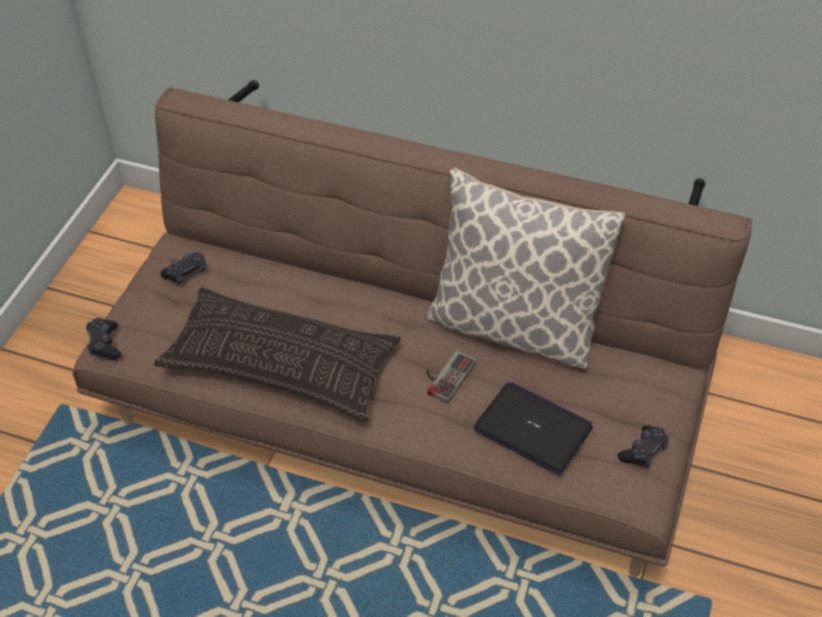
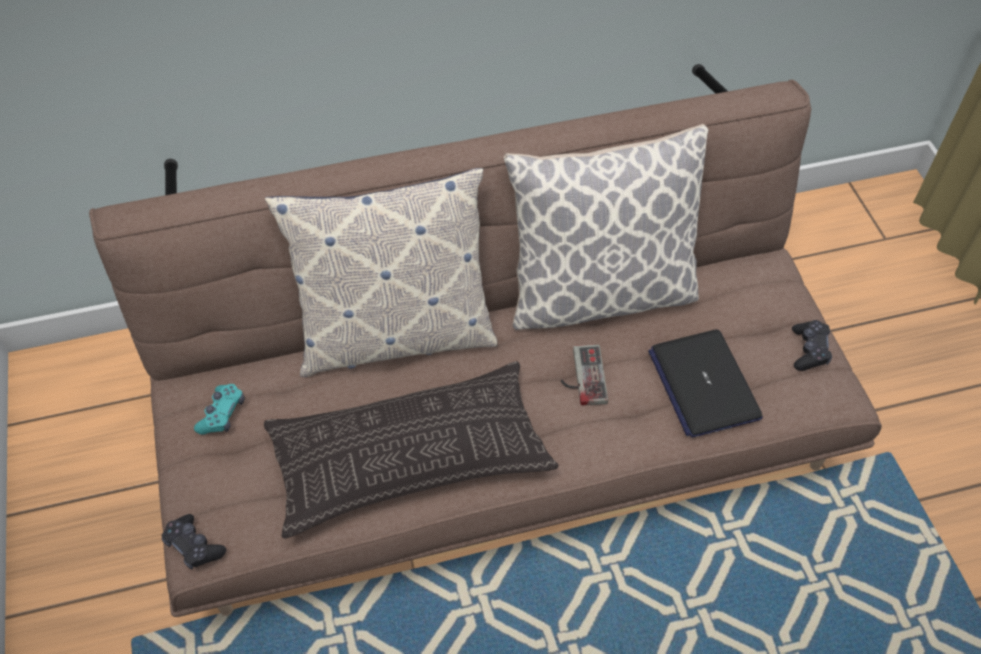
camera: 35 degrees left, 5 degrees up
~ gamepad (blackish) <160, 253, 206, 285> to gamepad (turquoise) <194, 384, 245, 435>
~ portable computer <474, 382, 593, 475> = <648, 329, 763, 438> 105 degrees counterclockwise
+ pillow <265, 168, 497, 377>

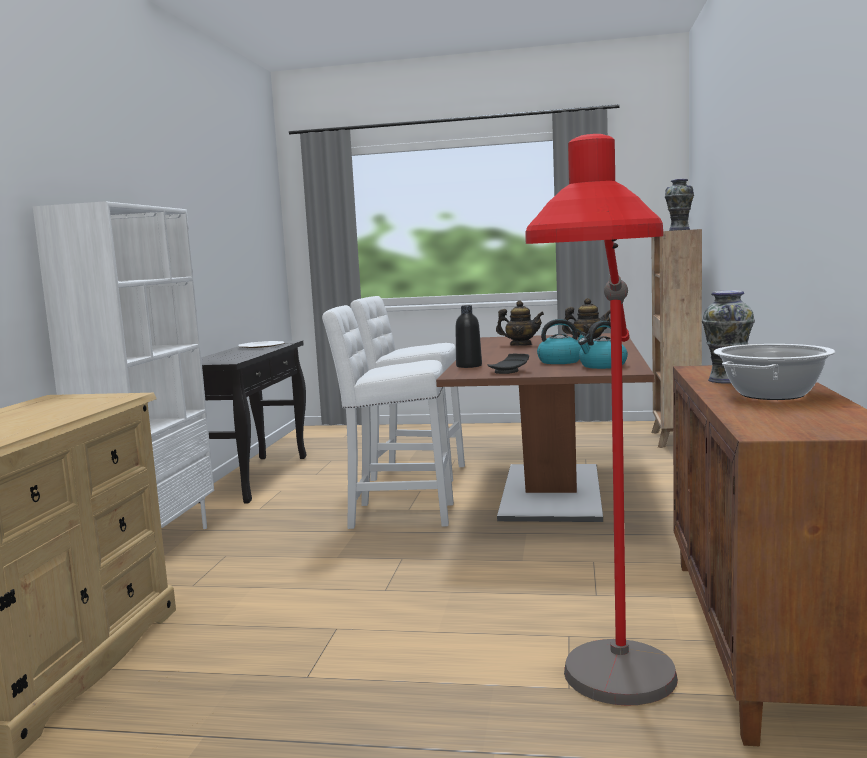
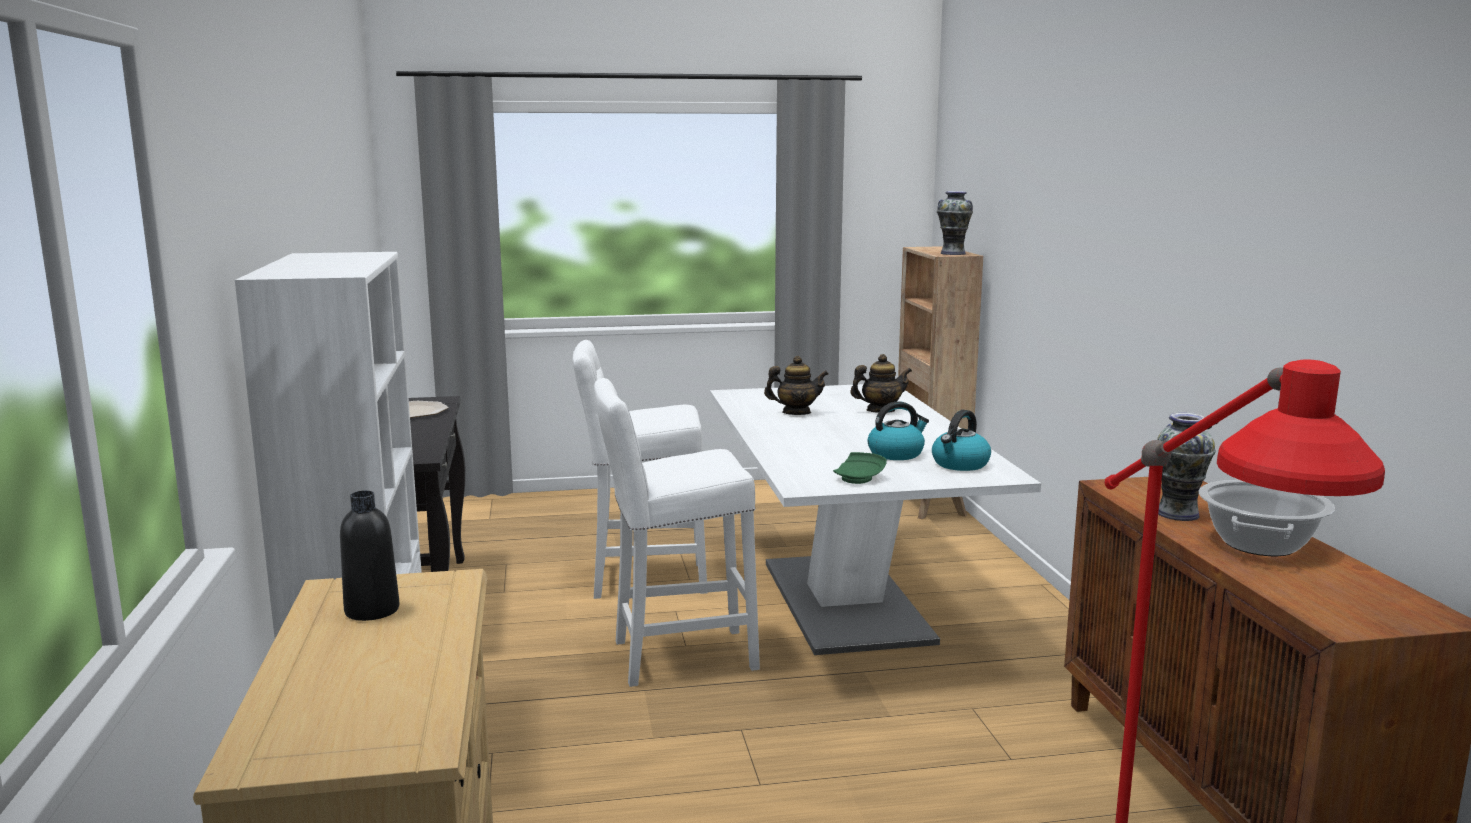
camera: 20 degrees left, 5 degrees up
~ bottle (blackish) <456, 305, 482, 368> to <340, 491, 400, 621>
~ dining table (brownish) <436, 333, 654, 522> to dining table (white-coloured) <710, 384, 1041, 655>
~ dinner plate (blackish) <487, 354, 529, 374> to dinner plate (greenish) <833, 452, 887, 484>

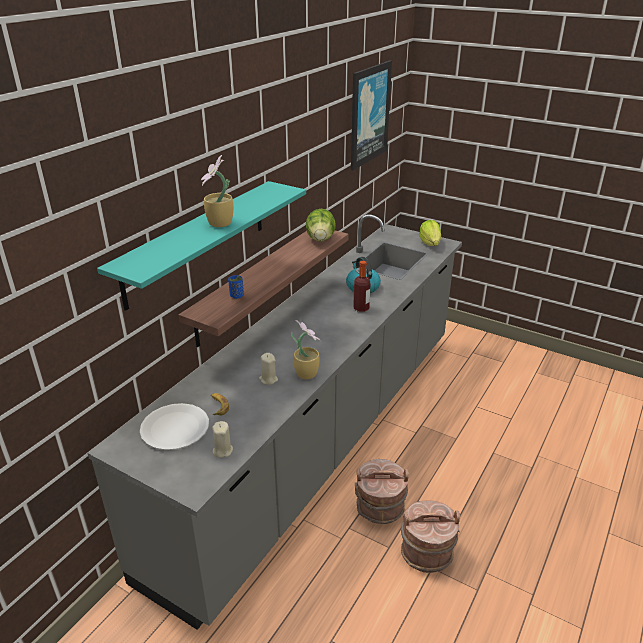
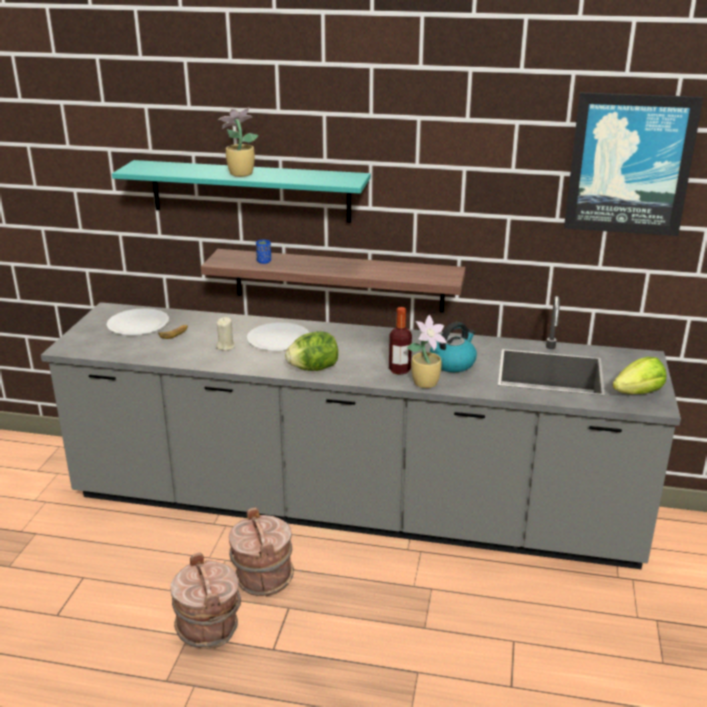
camera: 70 degrees right, 5 degrees down
~ head of lettuce <306, 209, 336, 241> to <285, 331, 338, 371>
~ potted plant <291, 320, 321, 379> to <407, 315, 447, 388>
- wax candle (sand-coloured) <212, 421, 233, 458>
+ dinner plate (white-coloured) <247, 322, 309, 351>

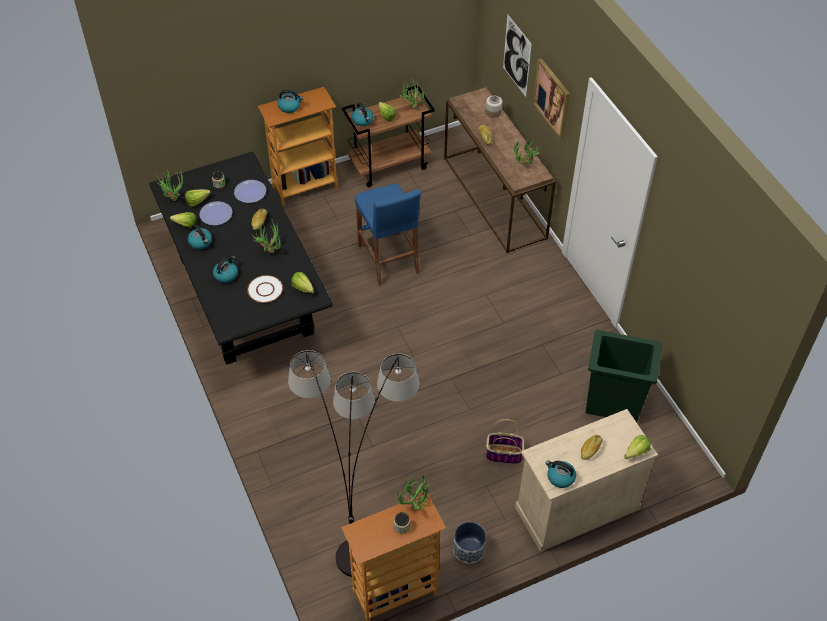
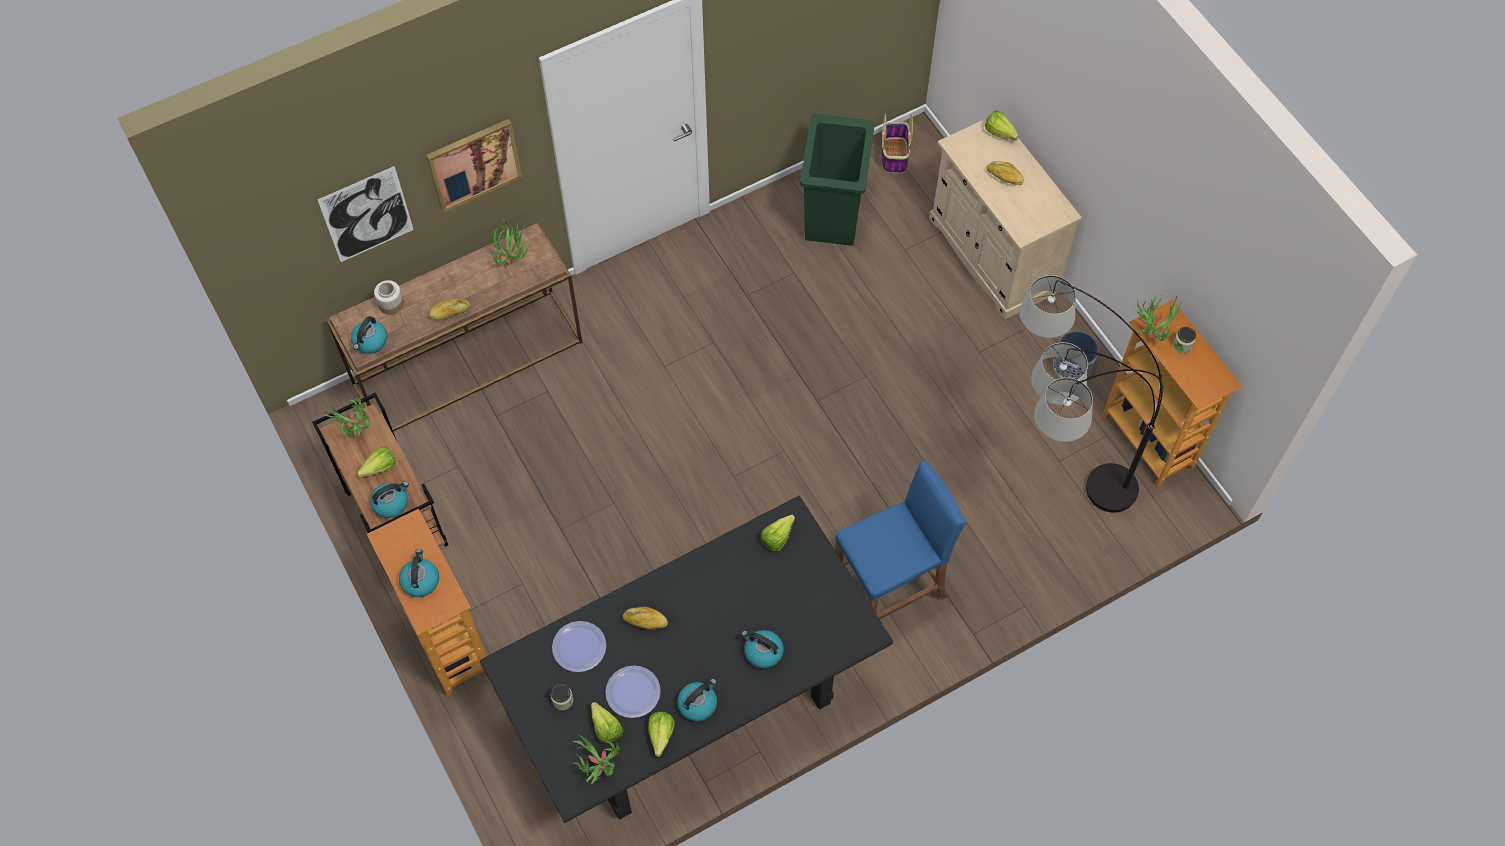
camera: 95 degrees left, 10 degrees up
~ stool (bluish) <355, 184, 421, 286> to <835, 460, 966, 619>
- potted plant <251, 220, 281, 253>
- dinner plate (white-coloured) <247, 275, 283, 303>
~ storage basket <486, 419, 524, 464> to <882, 113, 913, 173>
~ water kettle <546, 460, 576, 488> to <351, 316, 387, 354>

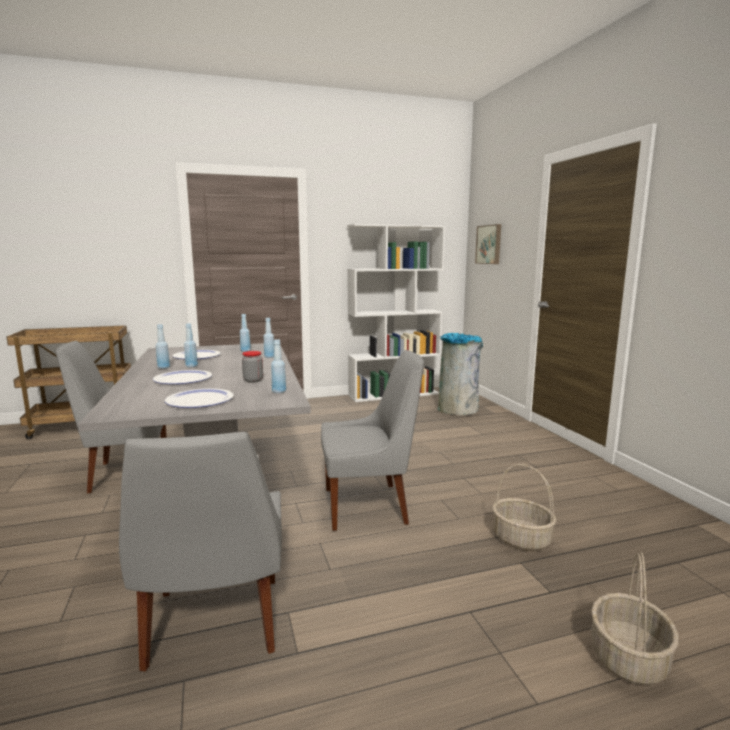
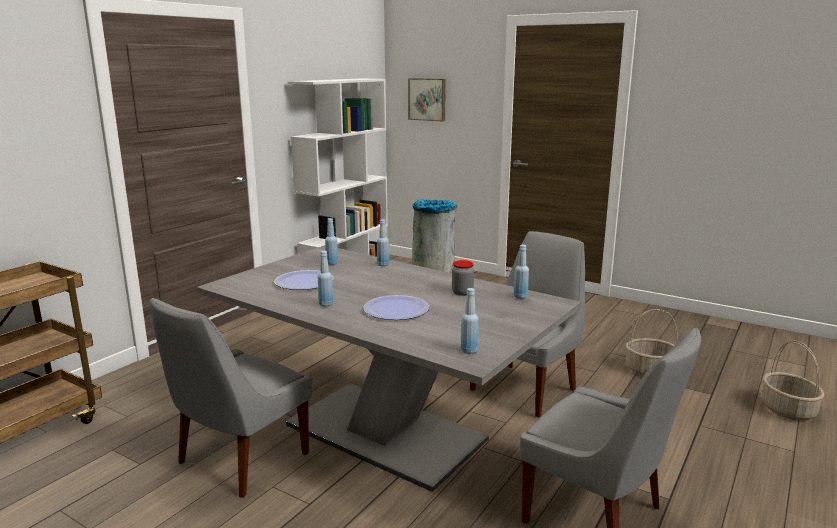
camera: 40 degrees left, 5 degrees up
~ bottle (bluish) <184, 323, 198, 367> to <461, 288, 479, 354>
- dinner plate <165, 388, 234, 408>

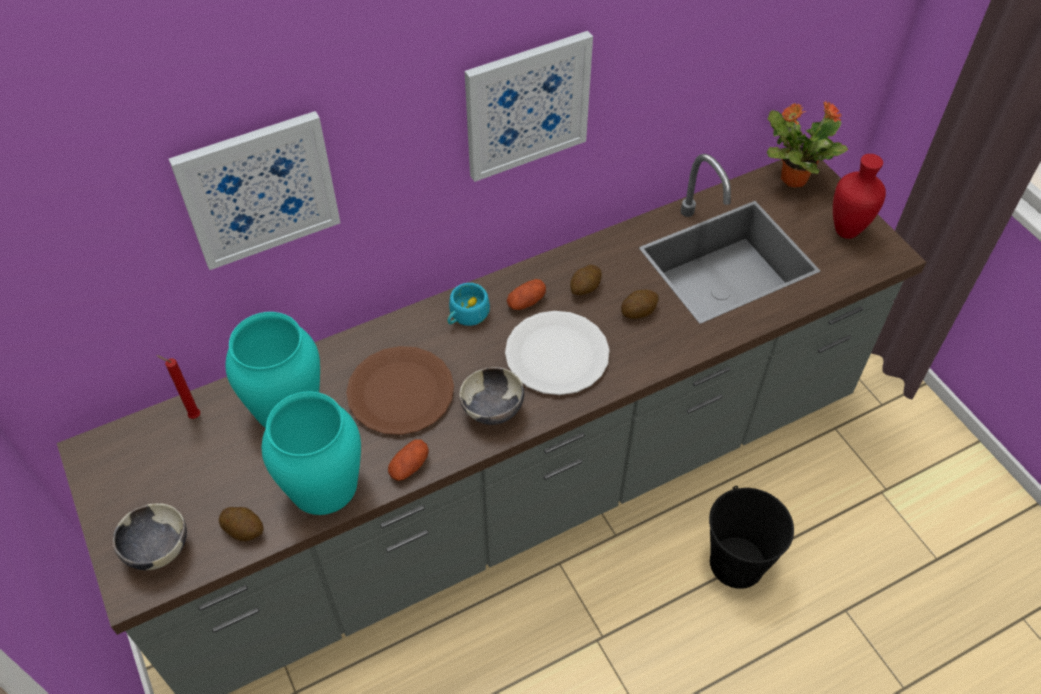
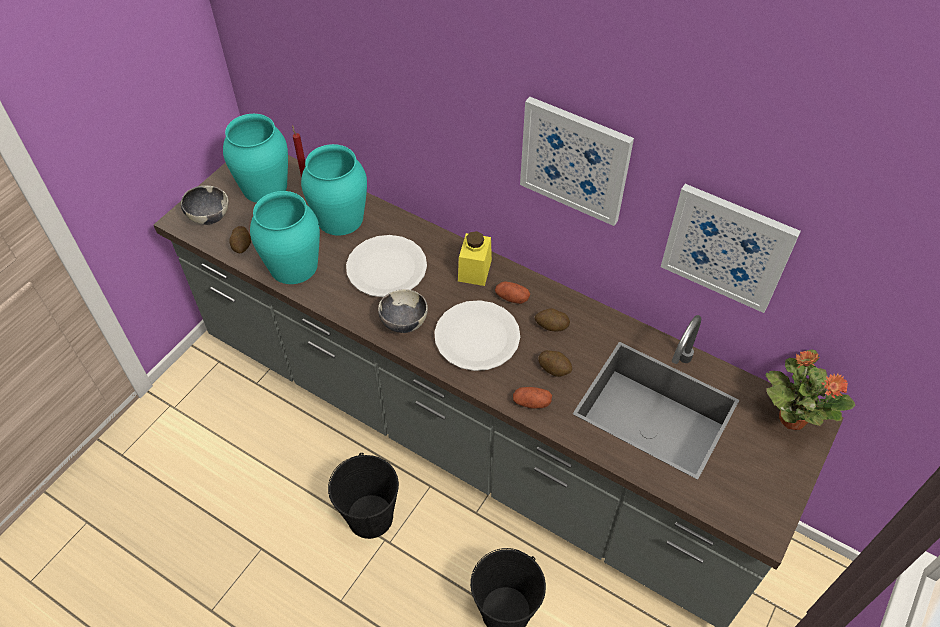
camera: 60 degrees right, 0 degrees up
~ wall art <169, 111, 340, 270> to <661, 184, 801, 313>
- flower vase (red) <833, 154, 886, 239>
~ cup (turquoise) <447, 283, 490, 326> to preserve jar (yellow-coloured) <458, 231, 492, 286>
~ dinner plate (brownish) <346, 346, 454, 435> to dinner plate (white-coloured) <346, 235, 427, 297>
~ spud <388, 439, 429, 481> to <513, 387, 552, 409>
+ flower vase (turquoise) <223, 114, 288, 203>
+ bucket (blackish) <328, 453, 399, 539>

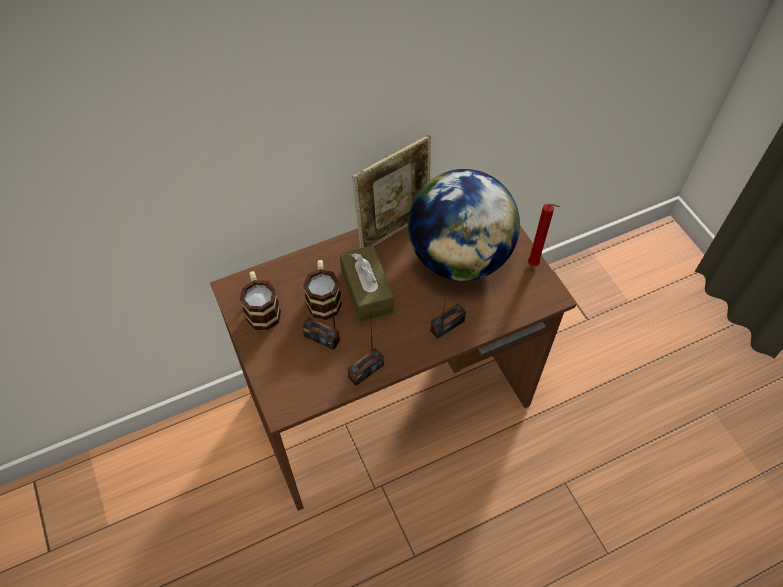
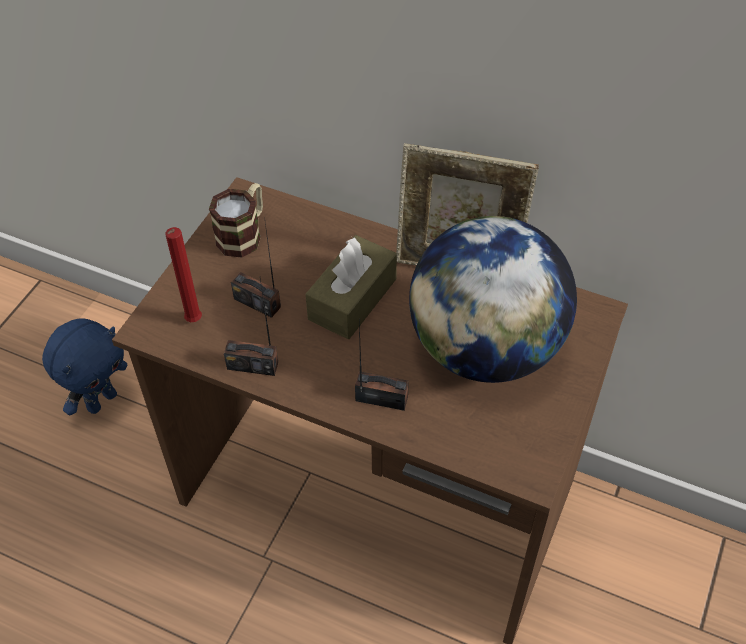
camera: 50 degrees right, 5 degrees down
~ wax candle (red) <528, 204, 560, 266> to <166, 227, 202, 322>
- mug <303, 260, 342, 320>
~ radio <302, 293, 340, 350> = <231, 217, 281, 318> 45 degrees counterclockwise
+ plush toy (bluish) <42, 319, 127, 415>

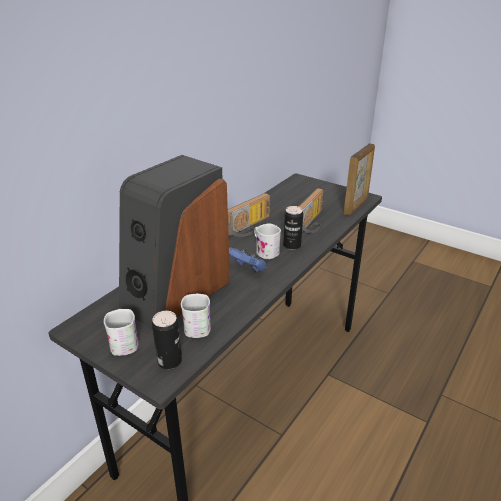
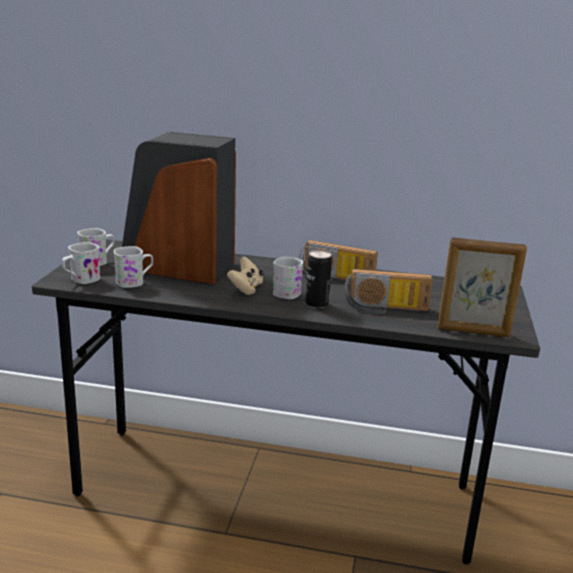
camera: 65 degrees right, 10 degrees down
~ gamepad (bluish) <229, 247, 266, 272> to gamepad (sand-coloured) <227, 256, 264, 295>
~ sealed can <152, 311, 182, 369> to mug (white-coloured) <62, 242, 100, 284>

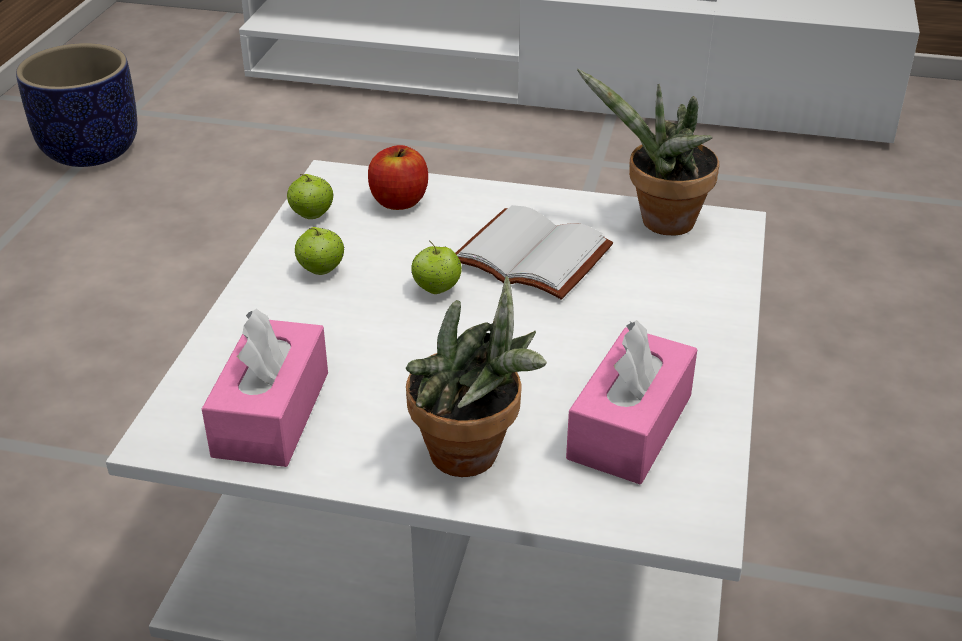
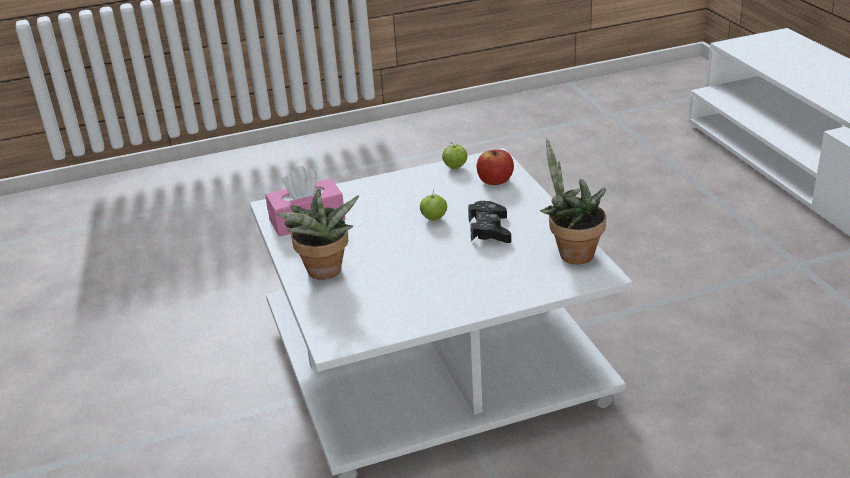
camera: 60 degrees right, 5 degrees down
- flower pot <16, 43, 138, 167>
~ bound book (white-coloured) <455, 205, 613, 300> to gamepad (blackish) <468, 201, 511, 243>
- apple fruit <295, 227, 345, 275>
- box of tissues (pink-coloured) <566, 320, 698, 484>

